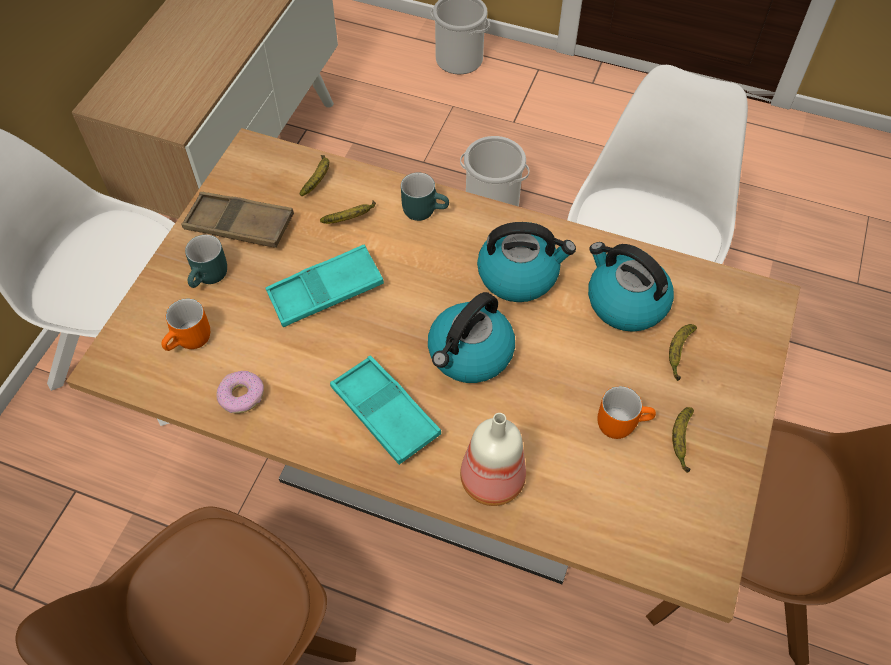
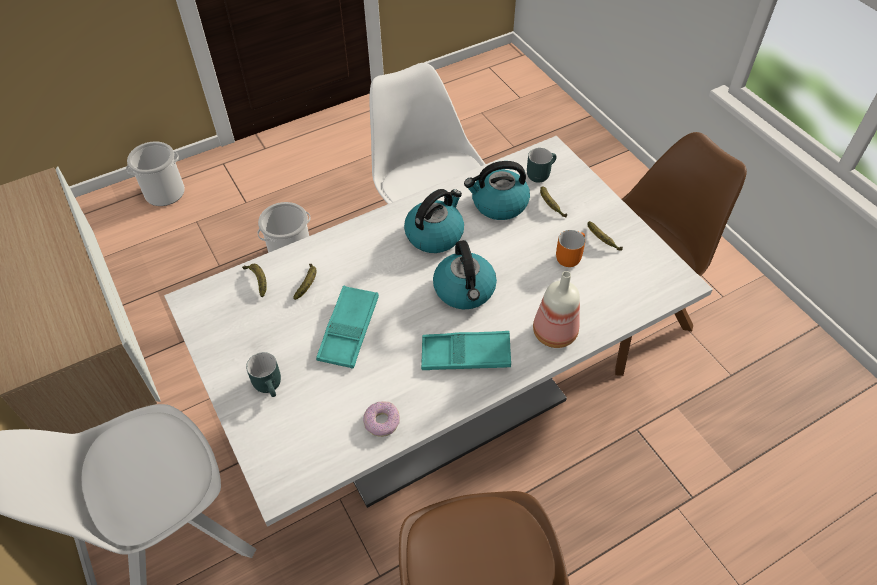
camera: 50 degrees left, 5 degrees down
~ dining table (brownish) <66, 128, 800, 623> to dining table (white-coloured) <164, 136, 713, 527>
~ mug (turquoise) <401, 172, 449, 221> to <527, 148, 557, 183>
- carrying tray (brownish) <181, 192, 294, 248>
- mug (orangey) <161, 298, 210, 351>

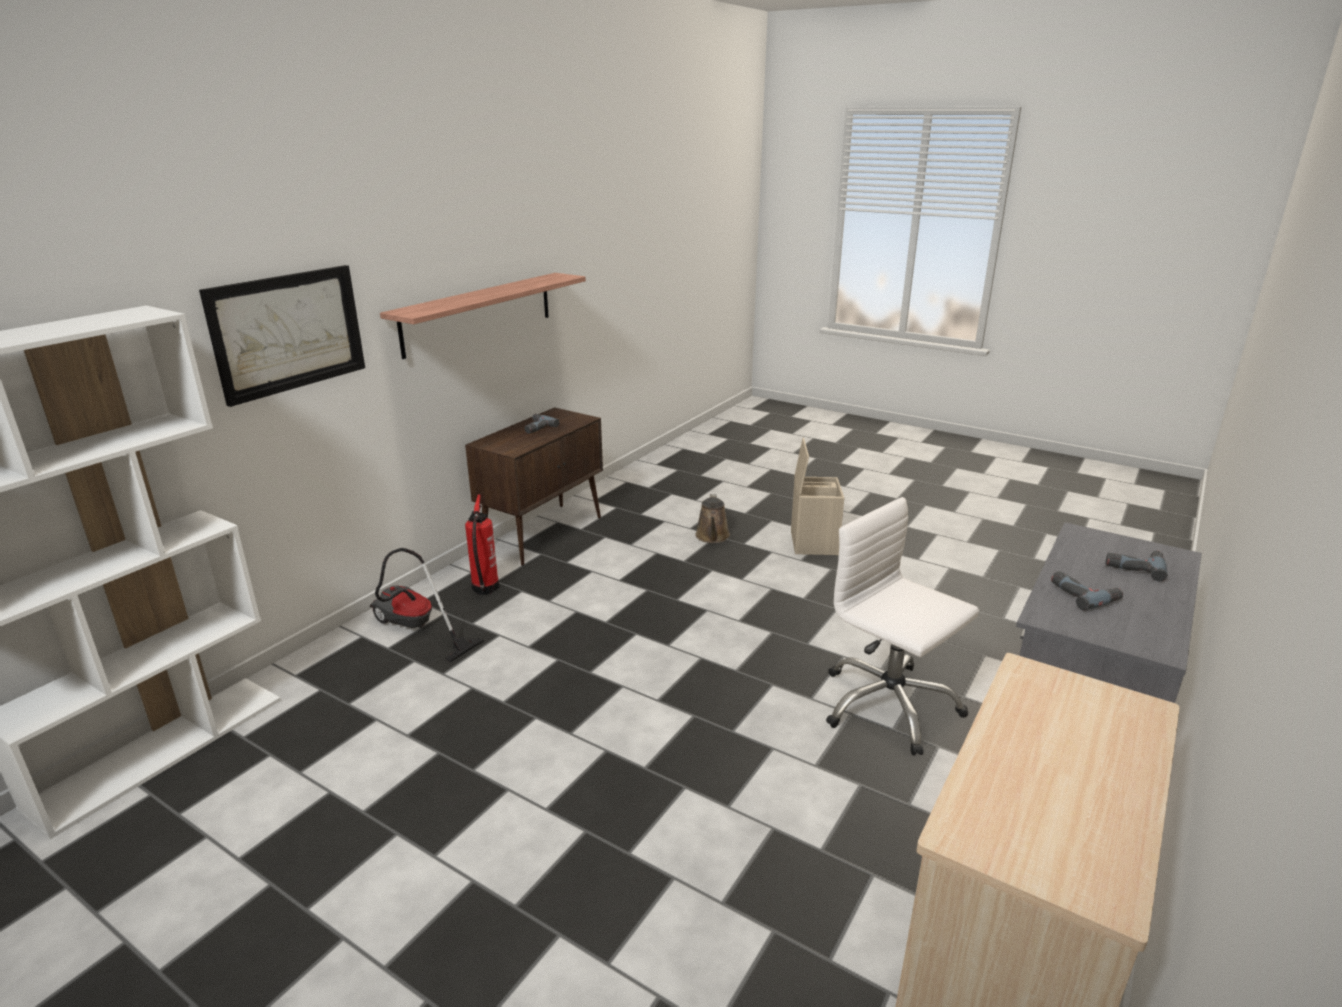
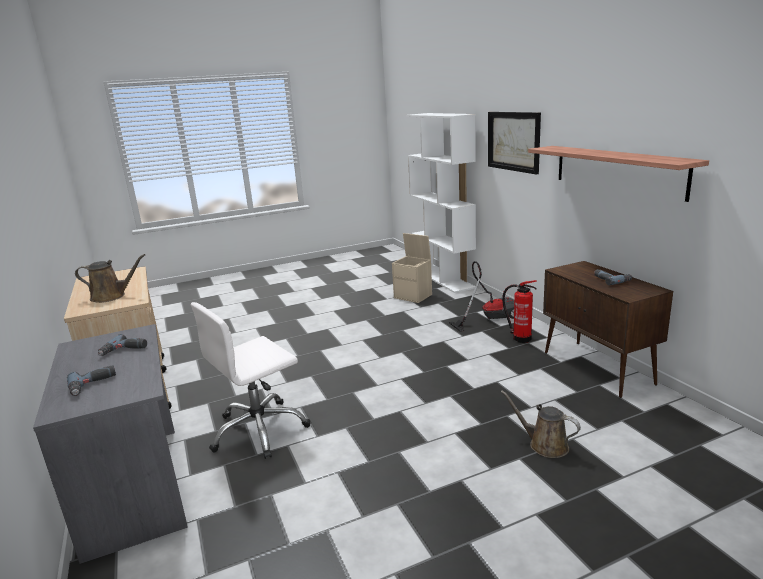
camera: 125 degrees right, 5 degrees down
~ storage container (sand-coloured) <791, 438, 844, 555> to <392, 233, 432, 303>
~ office chair (white-coloured) <826, 497, 979, 756> = <191, 302, 311, 459> 150 degrees clockwise
+ watering pot (brownish) <75, 254, 145, 303>

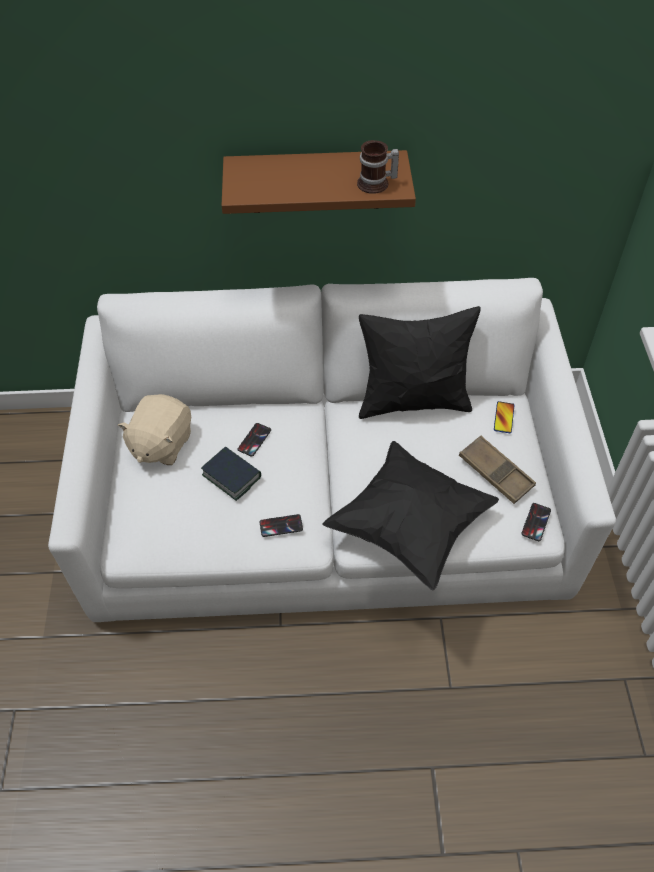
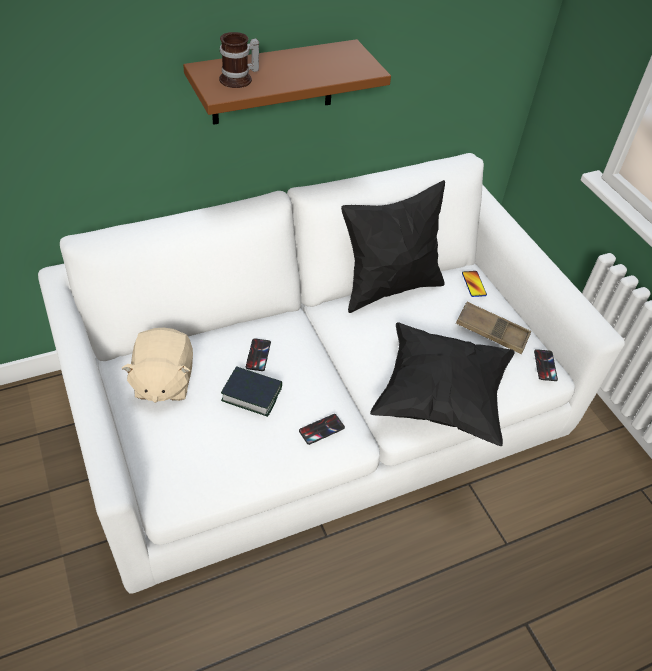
camera: 25 degrees left, 5 degrees down
~ mug <357, 140, 399, 194> to <219, 32, 259, 88>

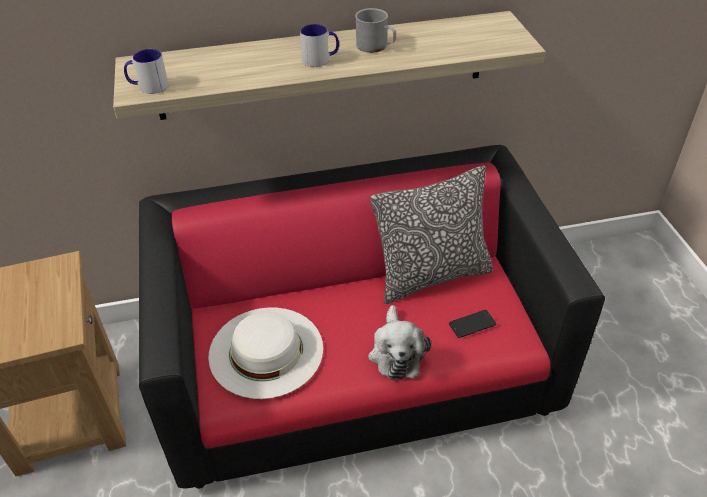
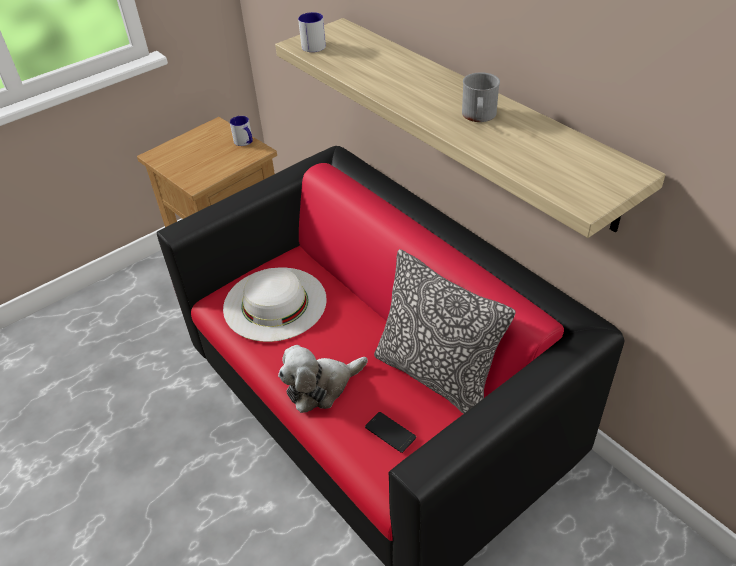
camera: 65 degrees right, 0 degrees up
~ mug <300, 24, 339, 67> to <230, 116, 253, 146>

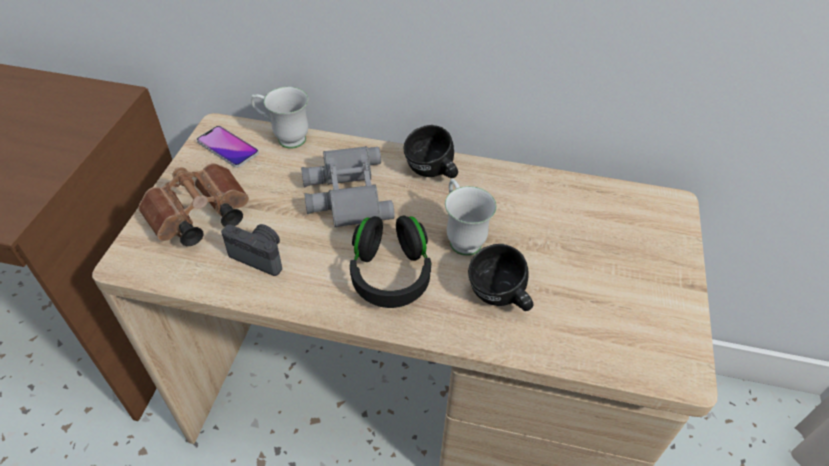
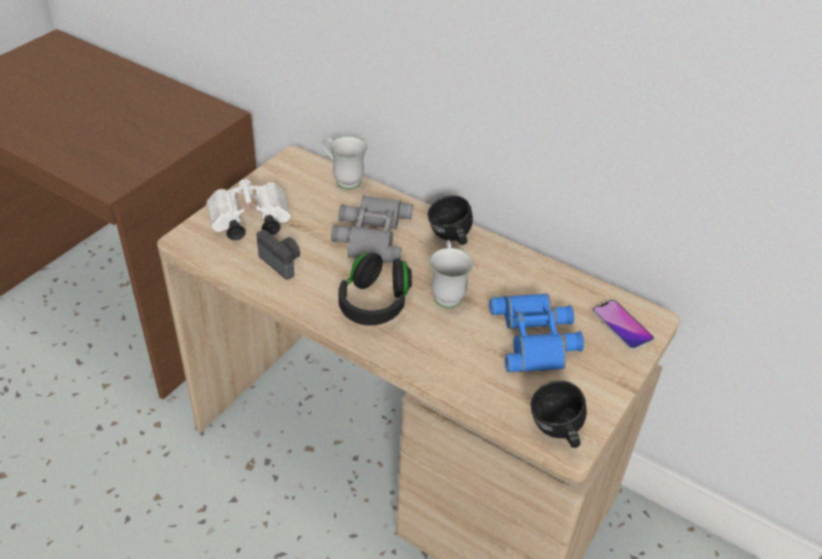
camera: 20 degrees right, 5 degrees down
~ telephone <196, 126, 259, 168> to <592, 299, 654, 350>
~ field glasses (brownish) <138, 163, 249, 246> to field glasses (white-coloured) <206, 179, 291, 240>
~ mug (blackish) <468, 244, 533, 311> to <530, 381, 587, 448>
+ field glasses (bluish) <489, 294, 584, 372>

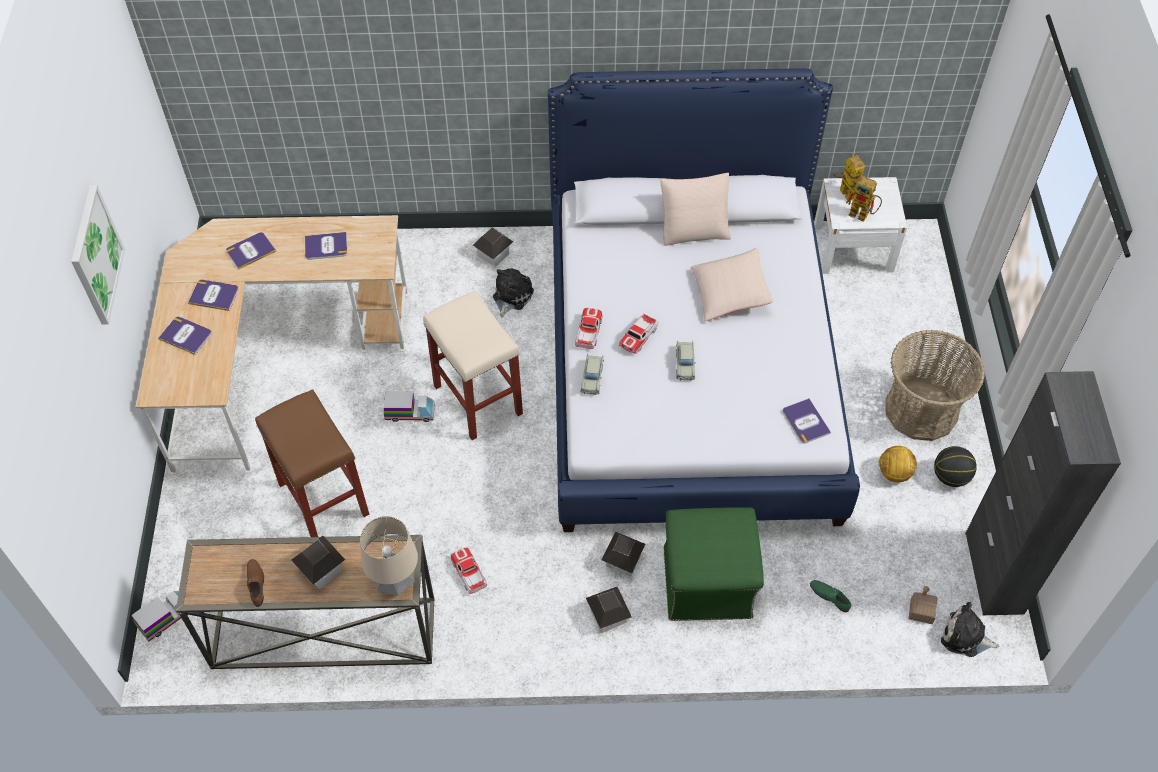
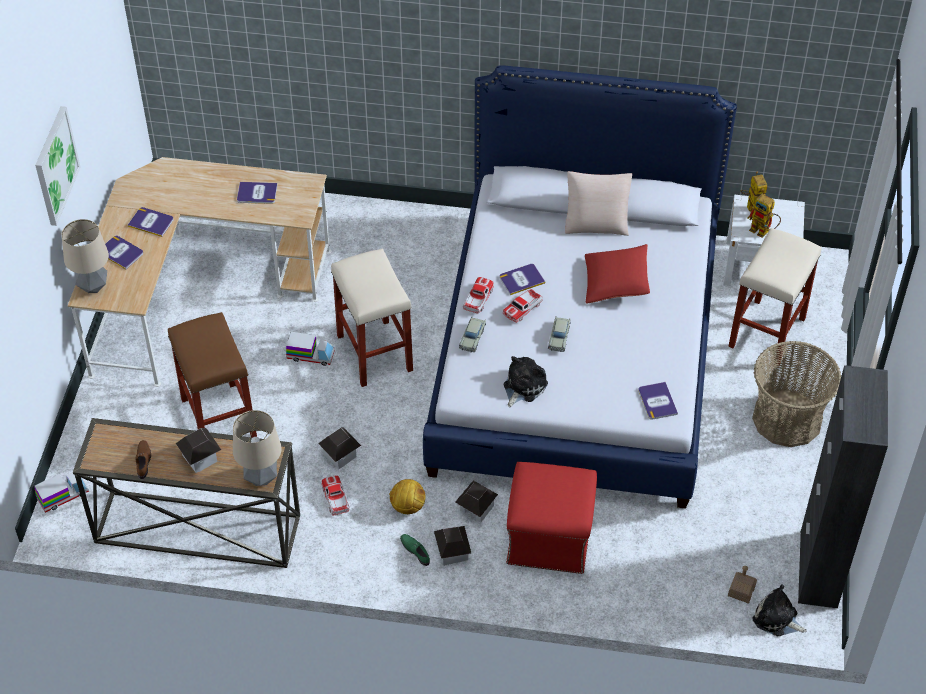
camera: 10 degrees right, 5 degrees down
~ miniature house <473, 227, 513, 267> to <318, 427, 361, 469>
~ bound book <226, 232, 276, 269> to <499, 264, 545, 295>
~ pillow (sand-coloured) <691, 248, 773, 322> to pillow (red) <585, 244, 650, 304>
~ plush toy <493, 268, 534, 317> to <504, 356, 548, 407>
~ football <878, 446, 917, 482> to <389, 479, 425, 514>
- basketball <934, 446, 977, 487>
~ ottoman (greenish) <664, 507, 764, 621> to ottoman (red) <506, 462, 597, 574>
~ shoe (greenish) <810, 580, 851, 612> to <400, 534, 430, 566>
+ table lamp <62, 219, 109, 293>
+ stool (sand-coloured) <728, 228, 821, 366>

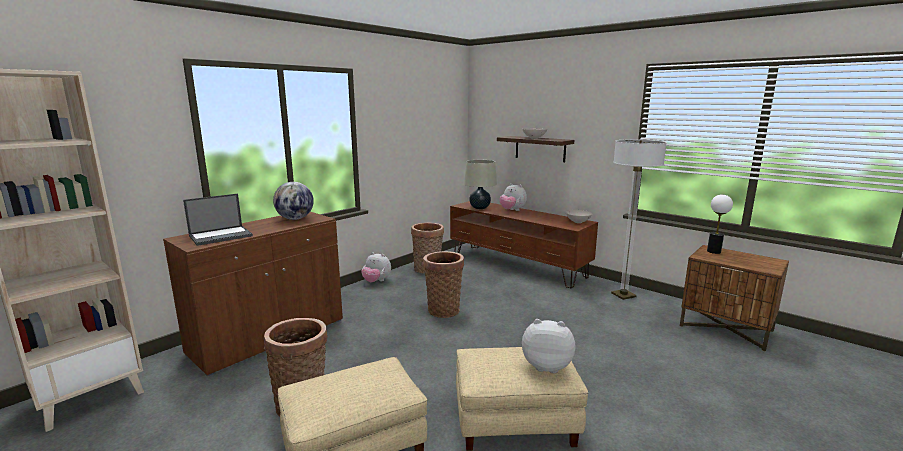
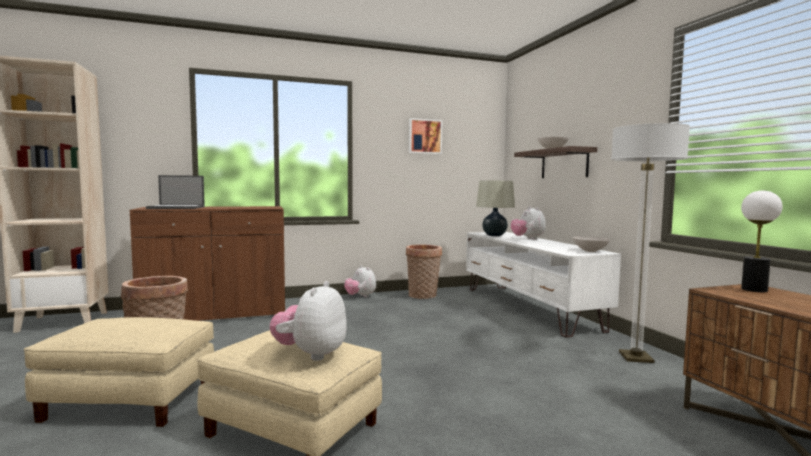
camera: 30 degrees right, 10 degrees down
- world globe <273, 182, 314, 220>
~ tv stand (brownish) <450, 201, 598, 288> to tv stand (white-coloured) <466, 232, 621, 337>
- storage basket <423, 251, 464, 318>
~ plush toy <522, 319, 575, 373> = <270, 281, 347, 361> 120 degrees counterclockwise
+ wall art <409, 118, 442, 154>

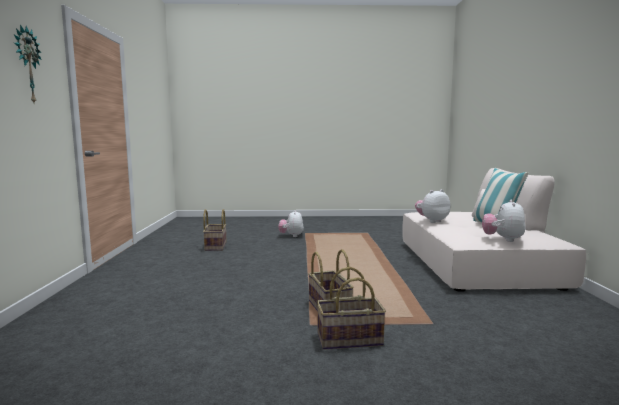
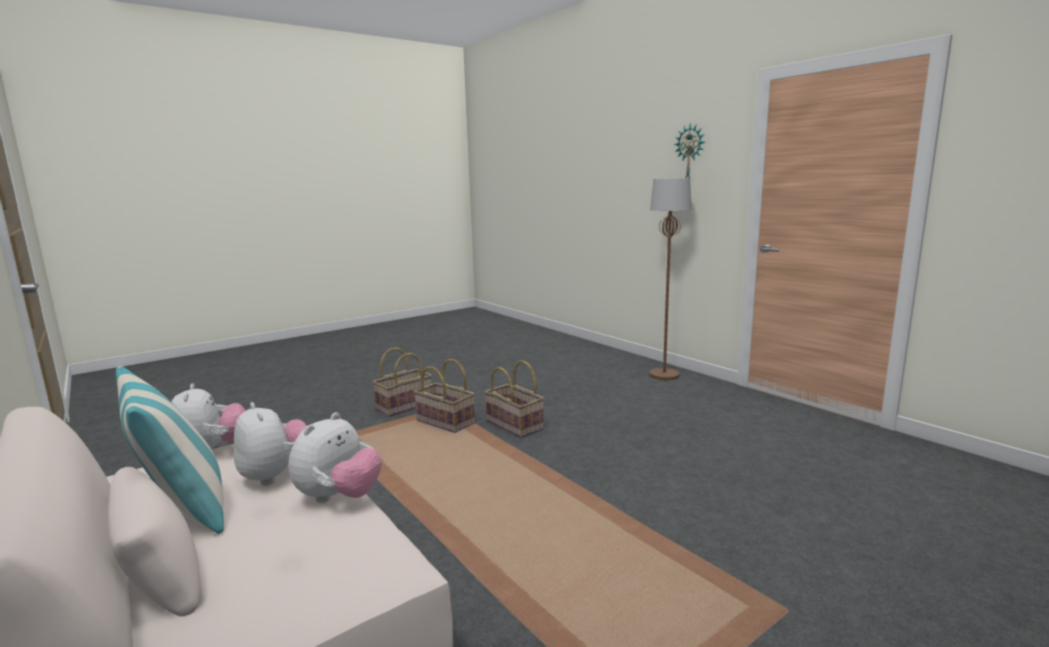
camera: 145 degrees right, 5 degrees up
~ storage basket <203, 209, 227, 251> to <485, 360, 544, 438>
~ plush toy <278, 210, 304, 237> to <234, 402, 307, 486>
+ floor lamp (brownish) <649, 178, 691, 380>

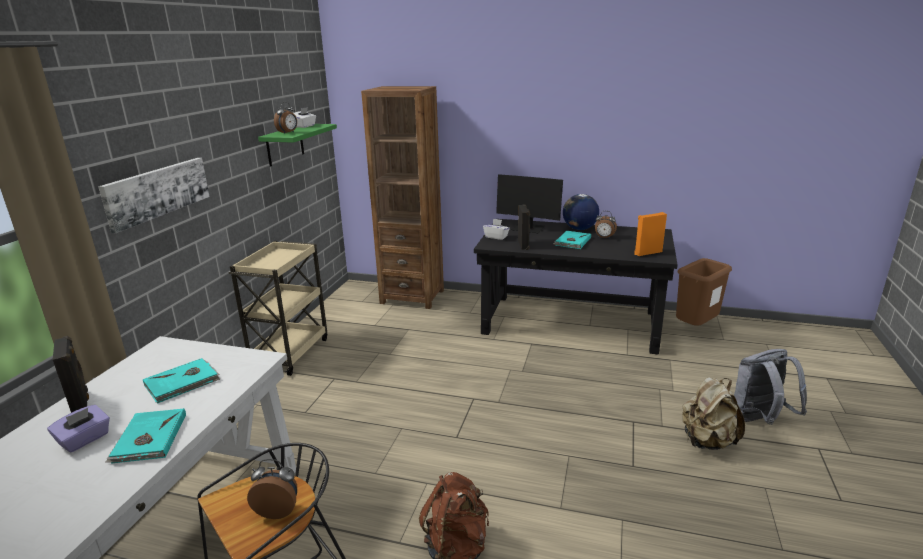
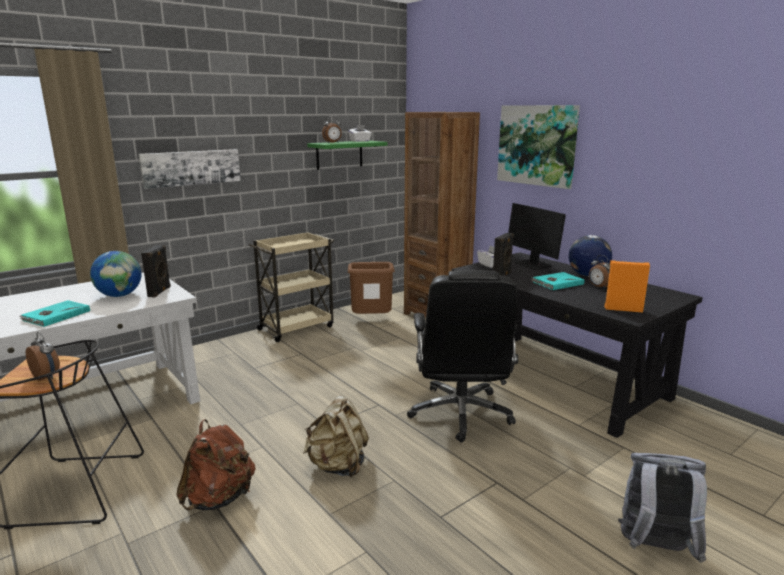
camera: 35 degrees right, 5 degrees down
~ trash can (brownish) <676, 258, 732, 326> to <348, 262, 395, 314>
~ loudspeaker (blackish) <53, 336, 89, 413> to <141, 245, 171, 298>
~ bound book (turquoise) <143, 358, 220, 404> to world globe <90, 251, 141, 297>
~ rucksack (sand-coloured) <682, 377, 745, 450> to <303, 396, 369, 478>
- box of tissues (purplish) <47, 405, 110, 453>
+ wall art <497, 105, 580, 189>
+ office chair (blackish) <407, 270, 518, 443>

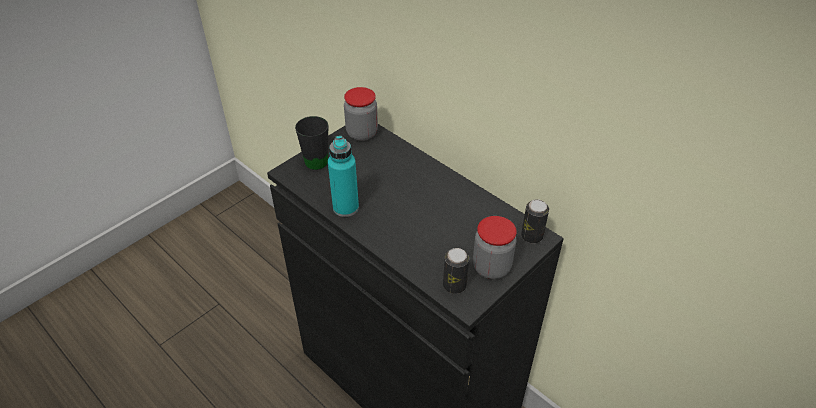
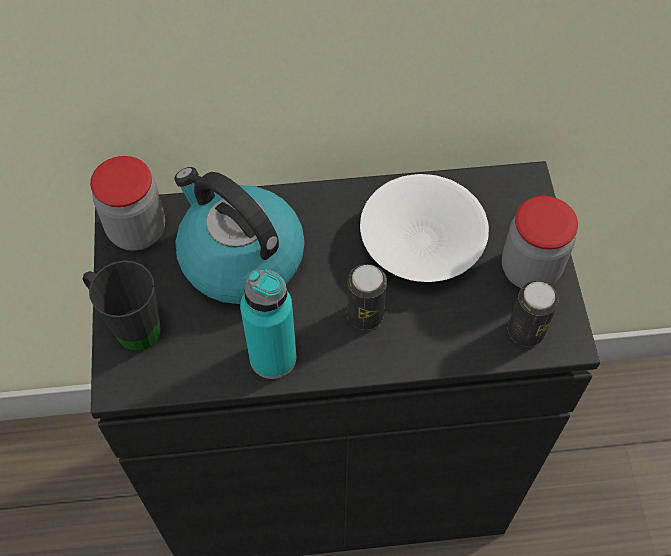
camera: 50 degrees left, 15 degrees up
~ sealed can <521, 199, 549, 243> to <347, 264, 387, 330>
+ water kettle <174, 167, 305, 304>
+ bowl (white-coloured) <360, 174, 489, 282>

